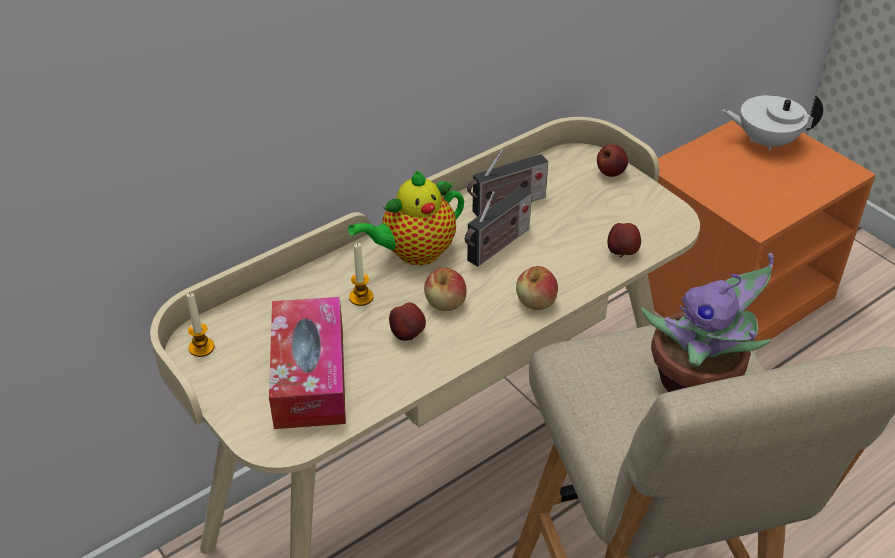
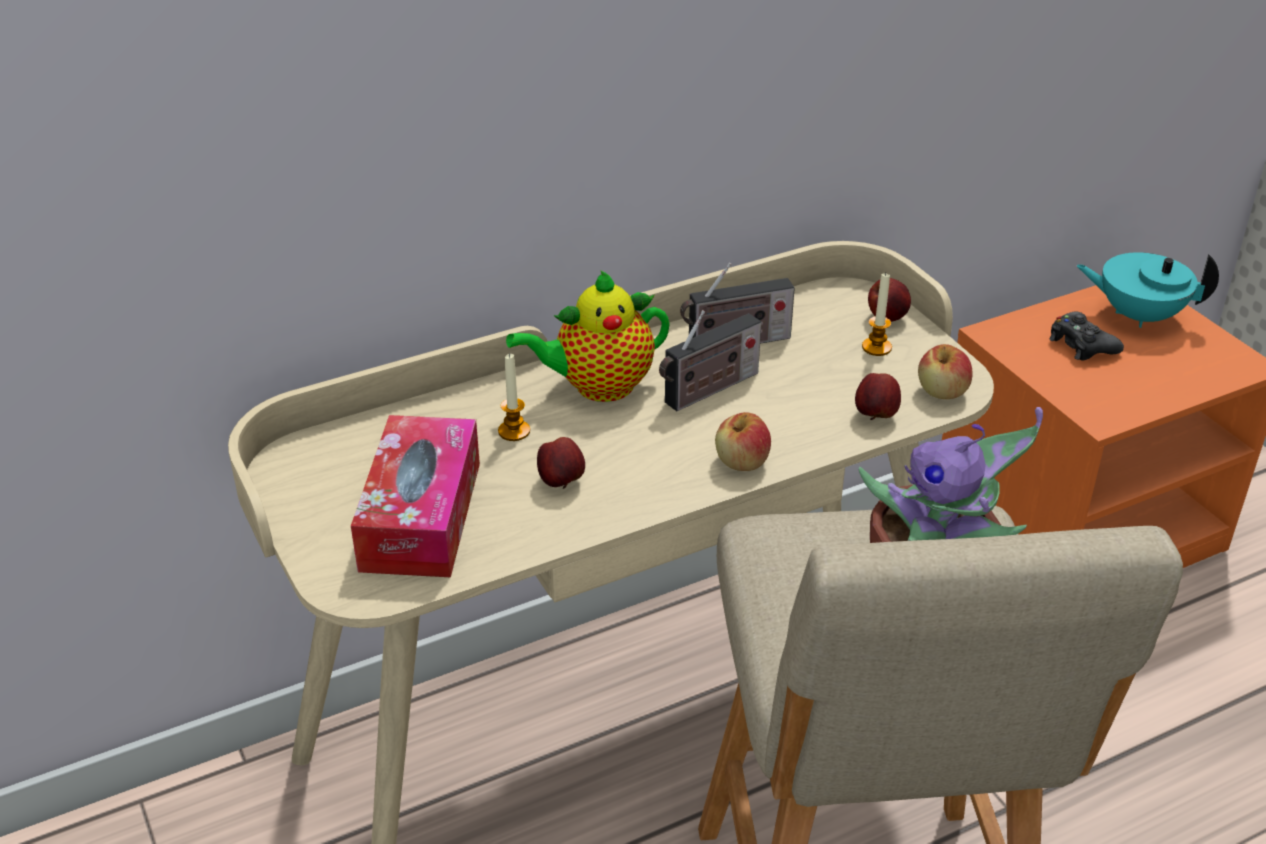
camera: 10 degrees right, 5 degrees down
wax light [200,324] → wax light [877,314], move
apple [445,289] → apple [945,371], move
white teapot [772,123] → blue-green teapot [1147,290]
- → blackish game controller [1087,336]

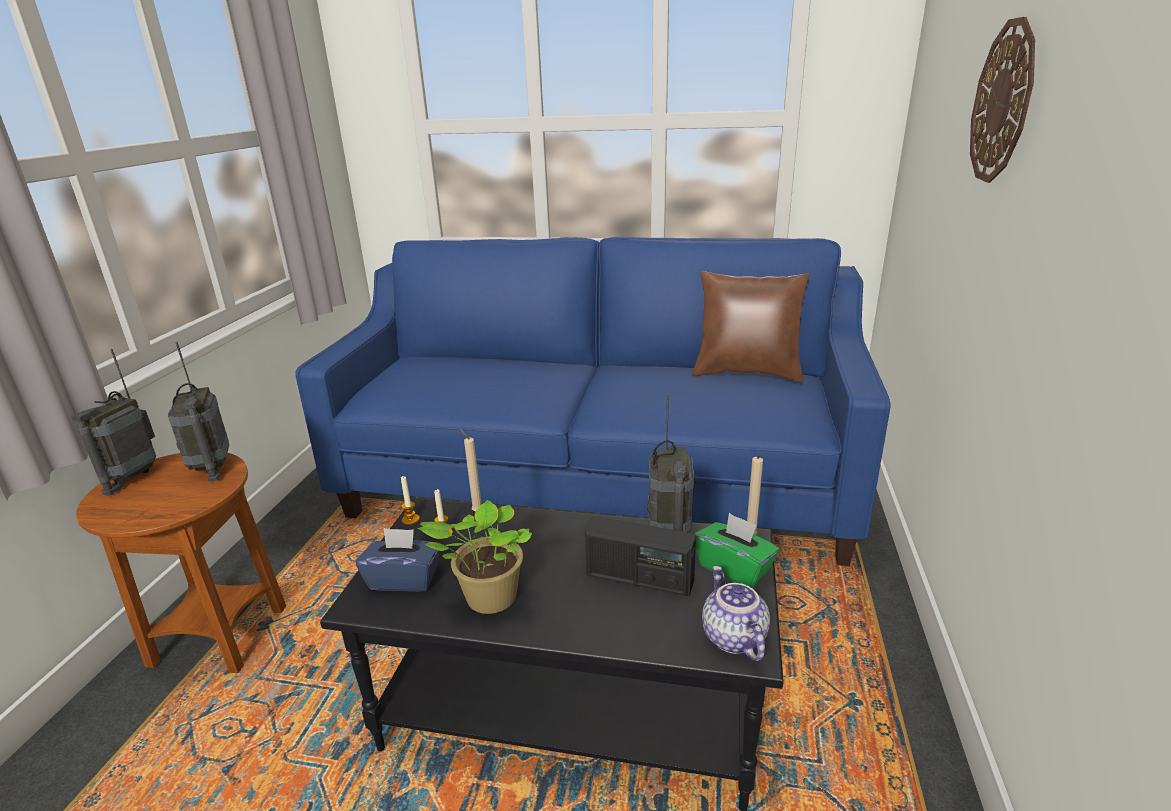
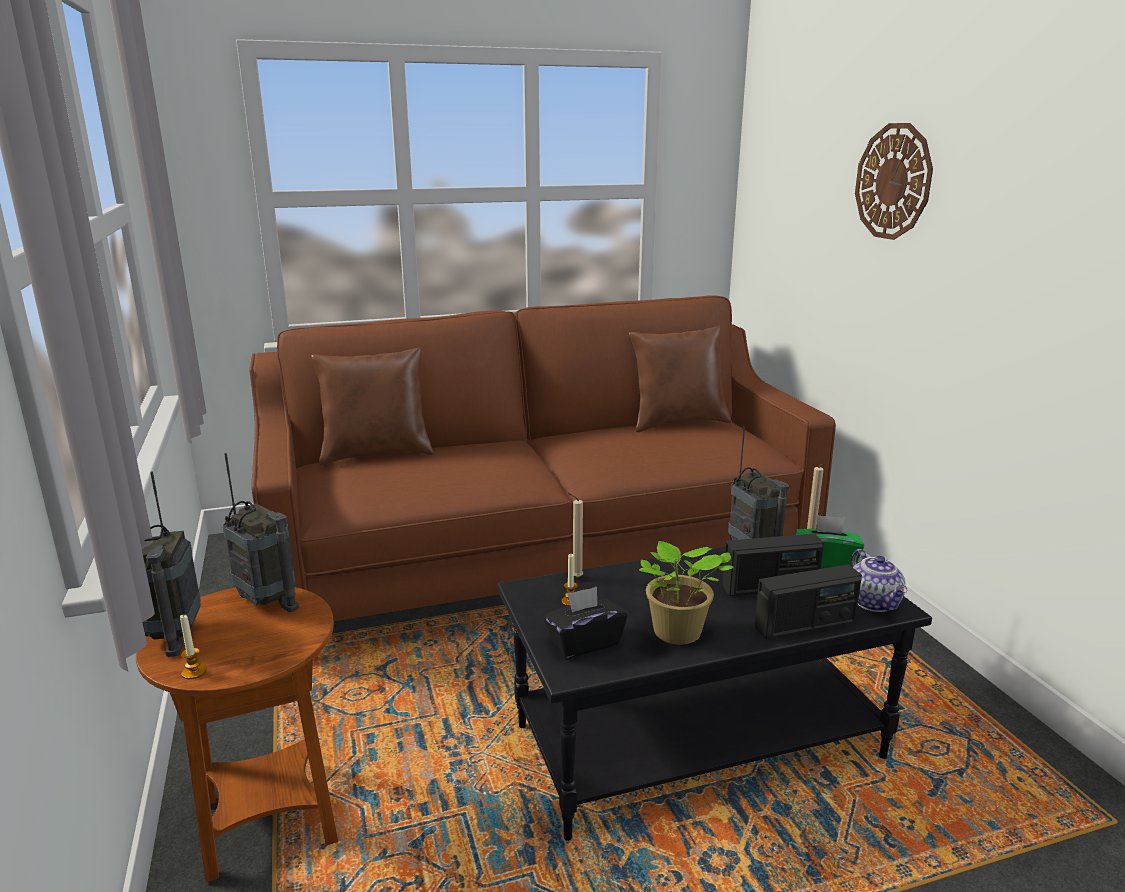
camera: 30 degrees left, 5 degrees down
blue couch [593,401] → brown-coloured couch [542,458]
blue tissue holder [397,560] → blackish tissue holder [585,622]
wax light [410,500] → wax light [193,646], move
teapot [736,613] → teapot [879,580], 150 degrees counterclockwise
- → brown-coloured pillow [372,406]
- → radio [808,602]

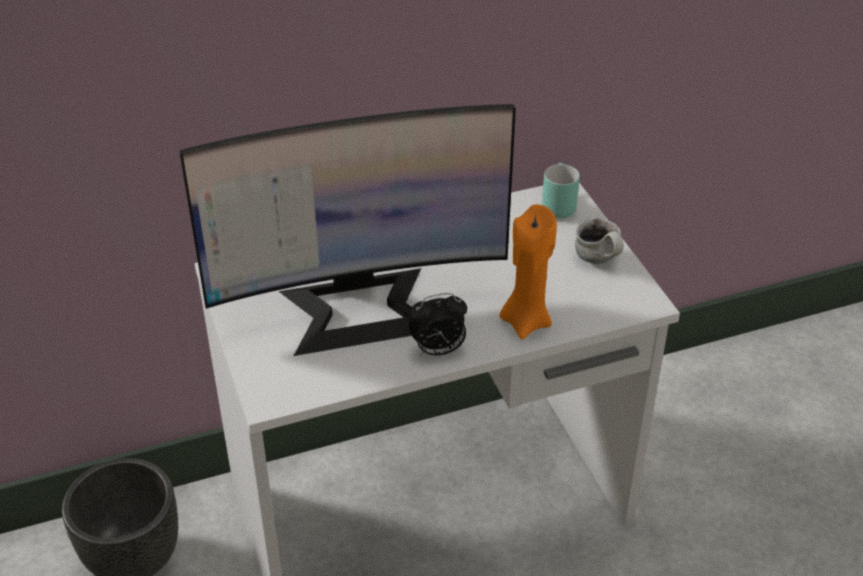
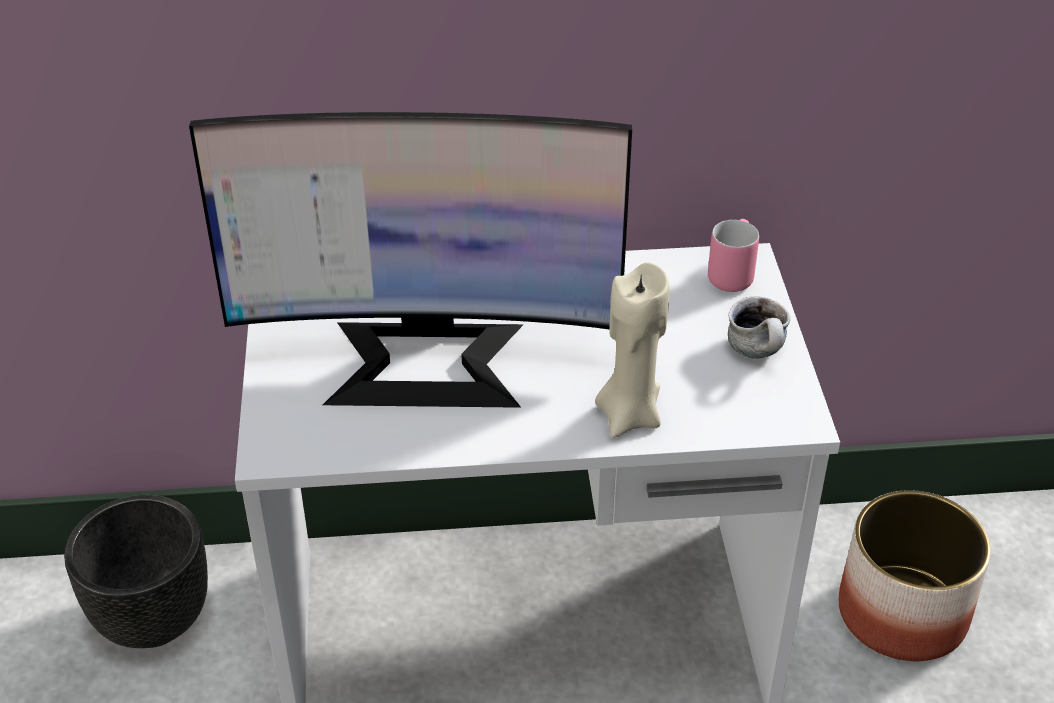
camera: 15 degrees right, 0 degrees up
bedside clock [437,324] → -
orange wax light [528,271] → beige wax light [632,350]
blue-green coffee mug [561,191] → pink coffee mug [733,255]
- → flower pot [915,575]

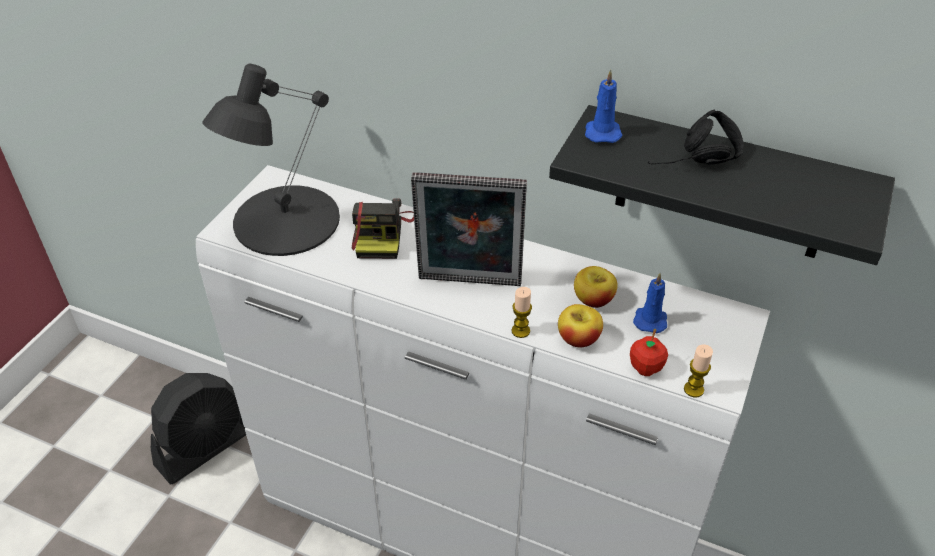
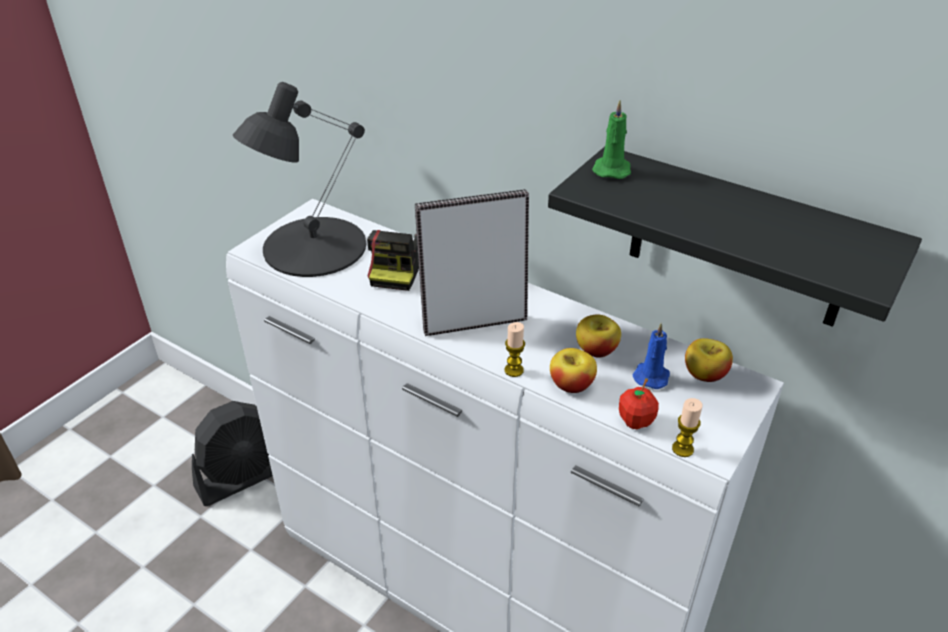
camera: 10 degrees right, 5 degrees down
standing frame [469,229] → standing frame [472,262], 150 degrees clockwise
blue wax light [603,106] → green wax light [611,139]
blackish headset [696,137] → -
- → apple [709,360]

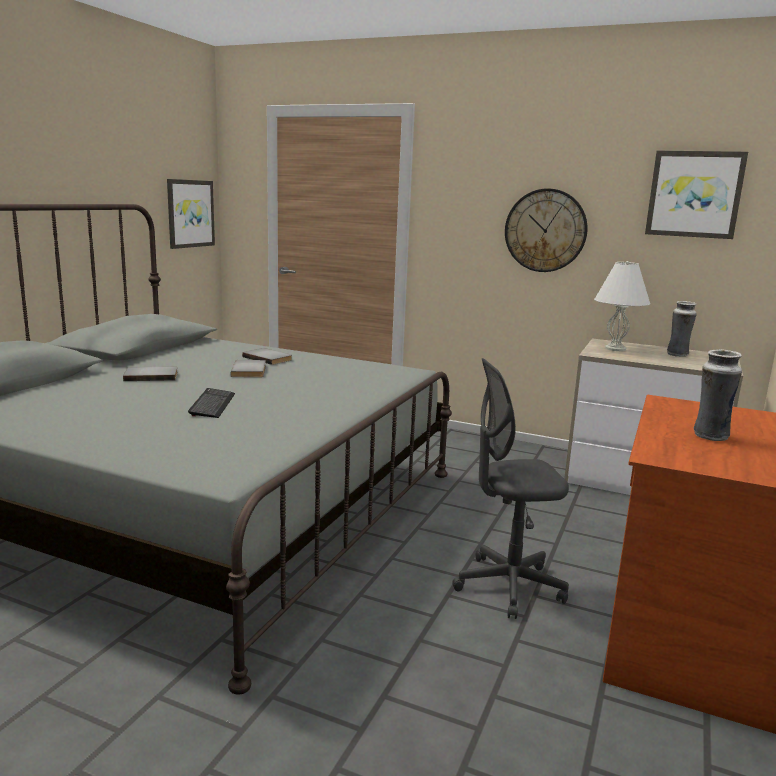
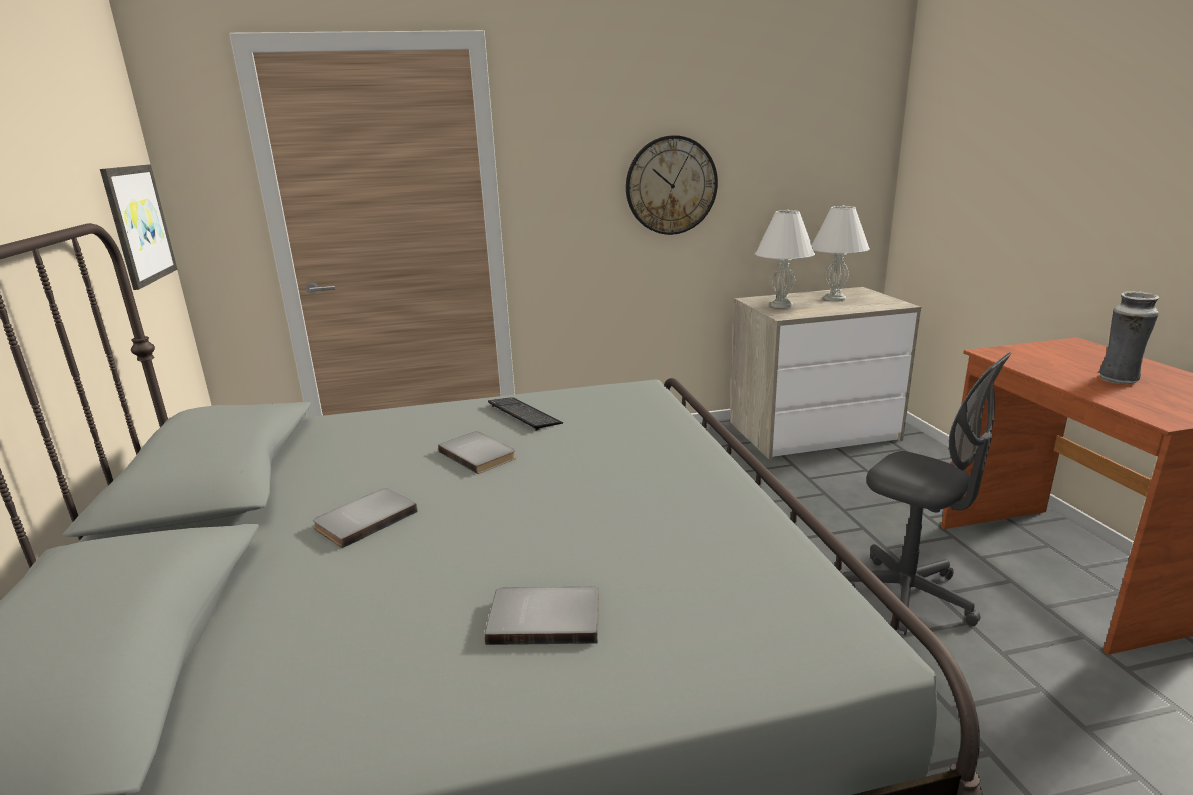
camera: 35 degrees left, 5 degrees up
computer keyboard [211,403] → computer keyboard [525,414], move
greyish bound book [267,356] → greyish bound book [541,615], move
greyish office chair [510,488] → greyish office chair [927,494], 90 degrees counterclockwise
wall picture [696,195] → -
vase [682,329] → white lamp for a table [841,253]

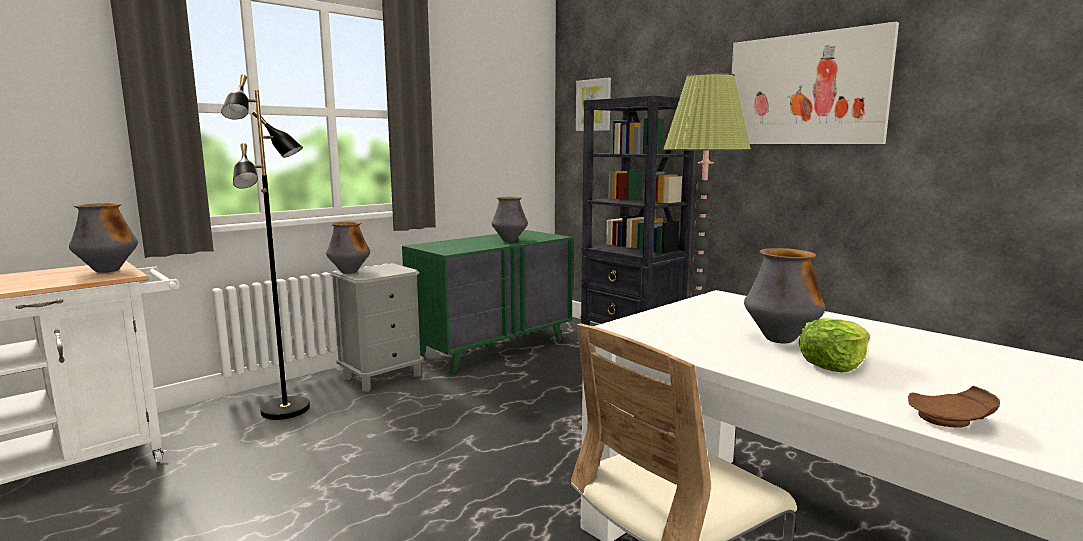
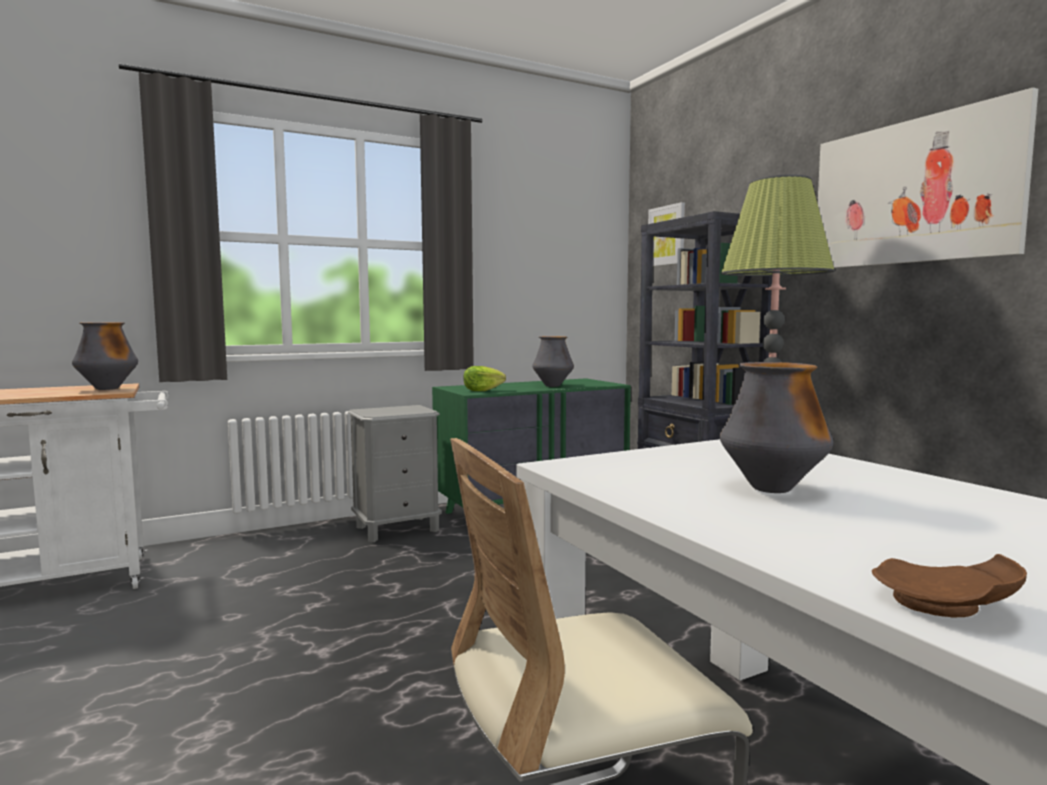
camera: 15 degrees right, 5 degrees down
blackish standing lamp [265,247] → -
vase [348,247] → -
head of lettuce [834,345] → head of lettuce [484,378], move

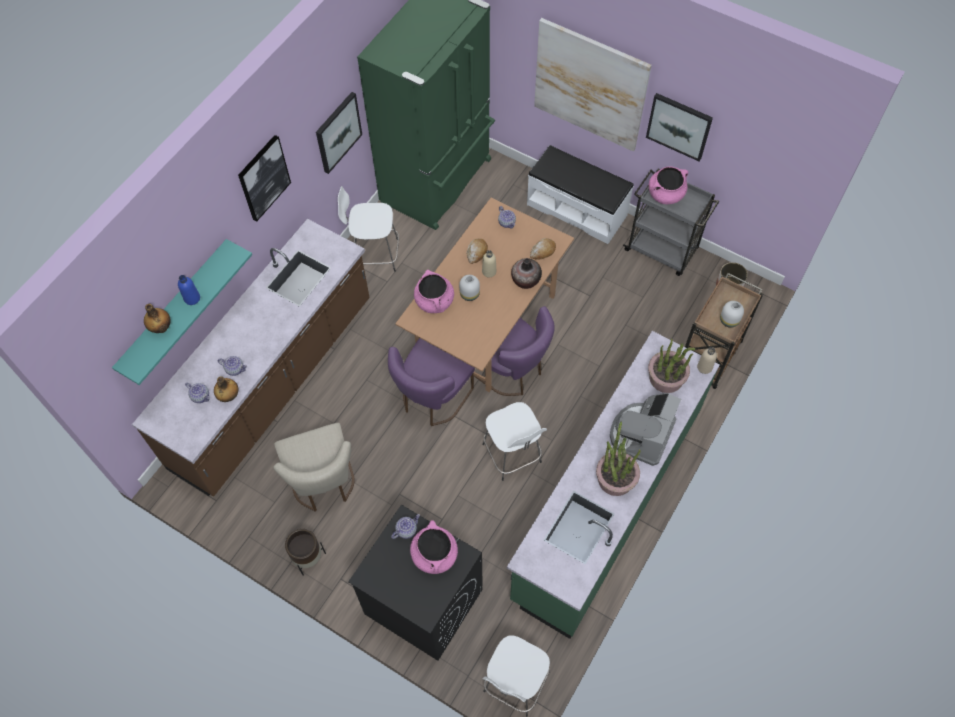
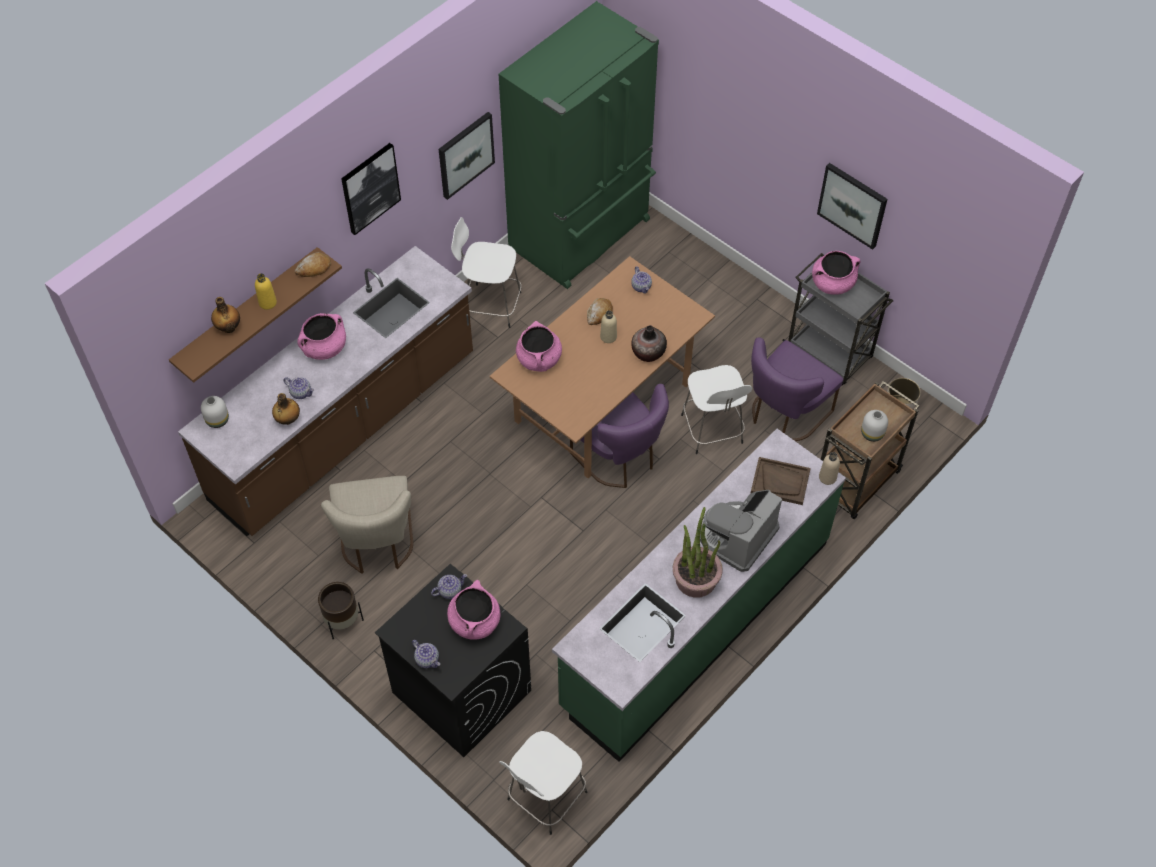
camera: 10 degrees right, 5 degrees down
blue-green wall shelf [182,312] → brown-coloured wall shelf [255,315]
blue drink bottle [189,290] → yellow-coloured drink bottle [266,291]
teapot [197,392] → teapot [426,654], move
purplish chair [431,382] → purplish chair [797,389], move
white vase [469,288] → white vase [215,412], move
white stool [514,441] → white stool [716,409], move
white indoor bench [580,194] → -
bakery bread [543,249] → bakery bread [313,264], move
wall picture [593,84] → -
plant in a pot [671,365] → brown-coloured tray [780,481]
- → pink stockpot [321,336]

